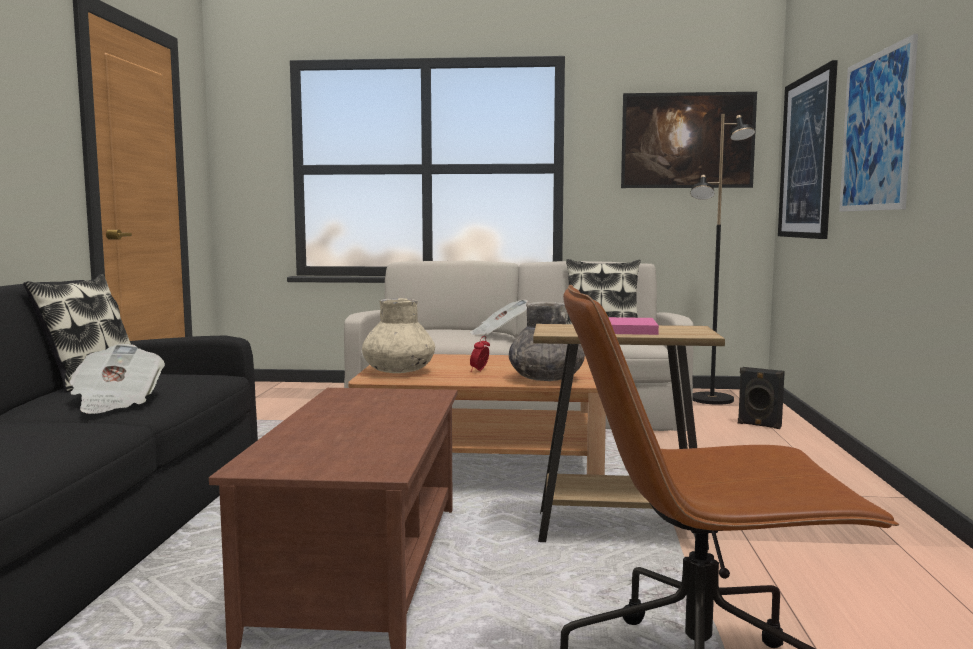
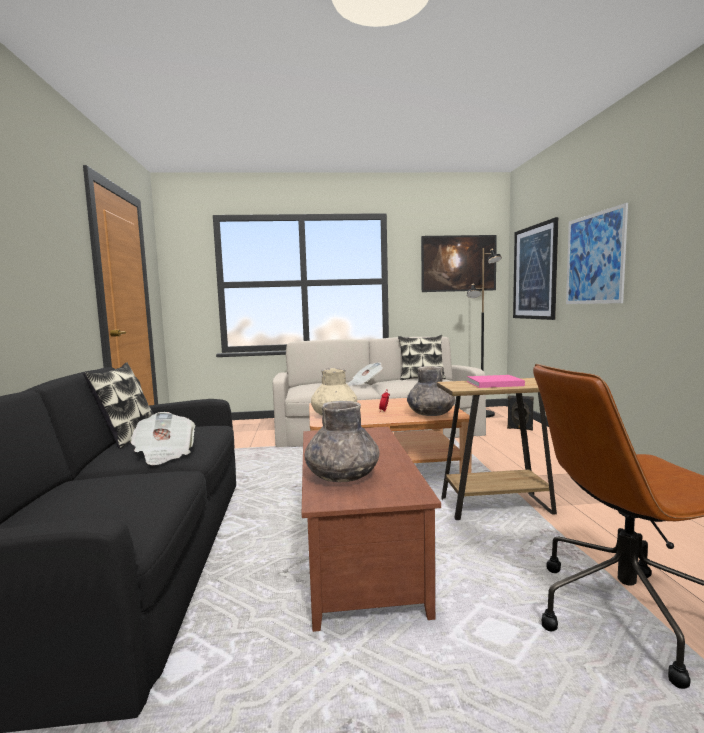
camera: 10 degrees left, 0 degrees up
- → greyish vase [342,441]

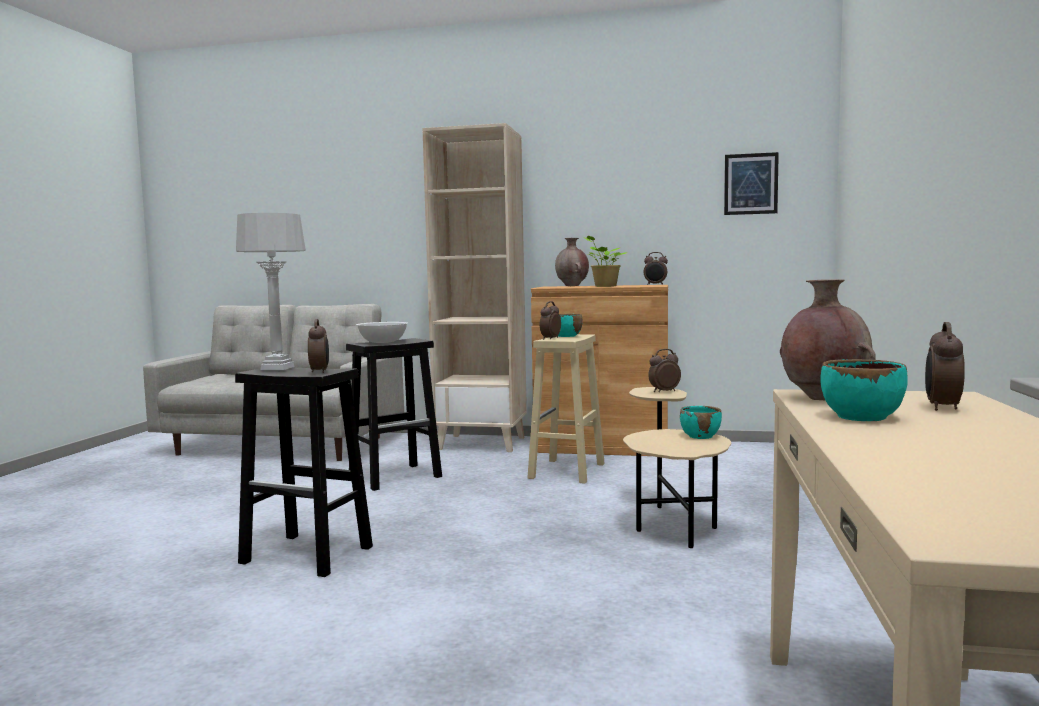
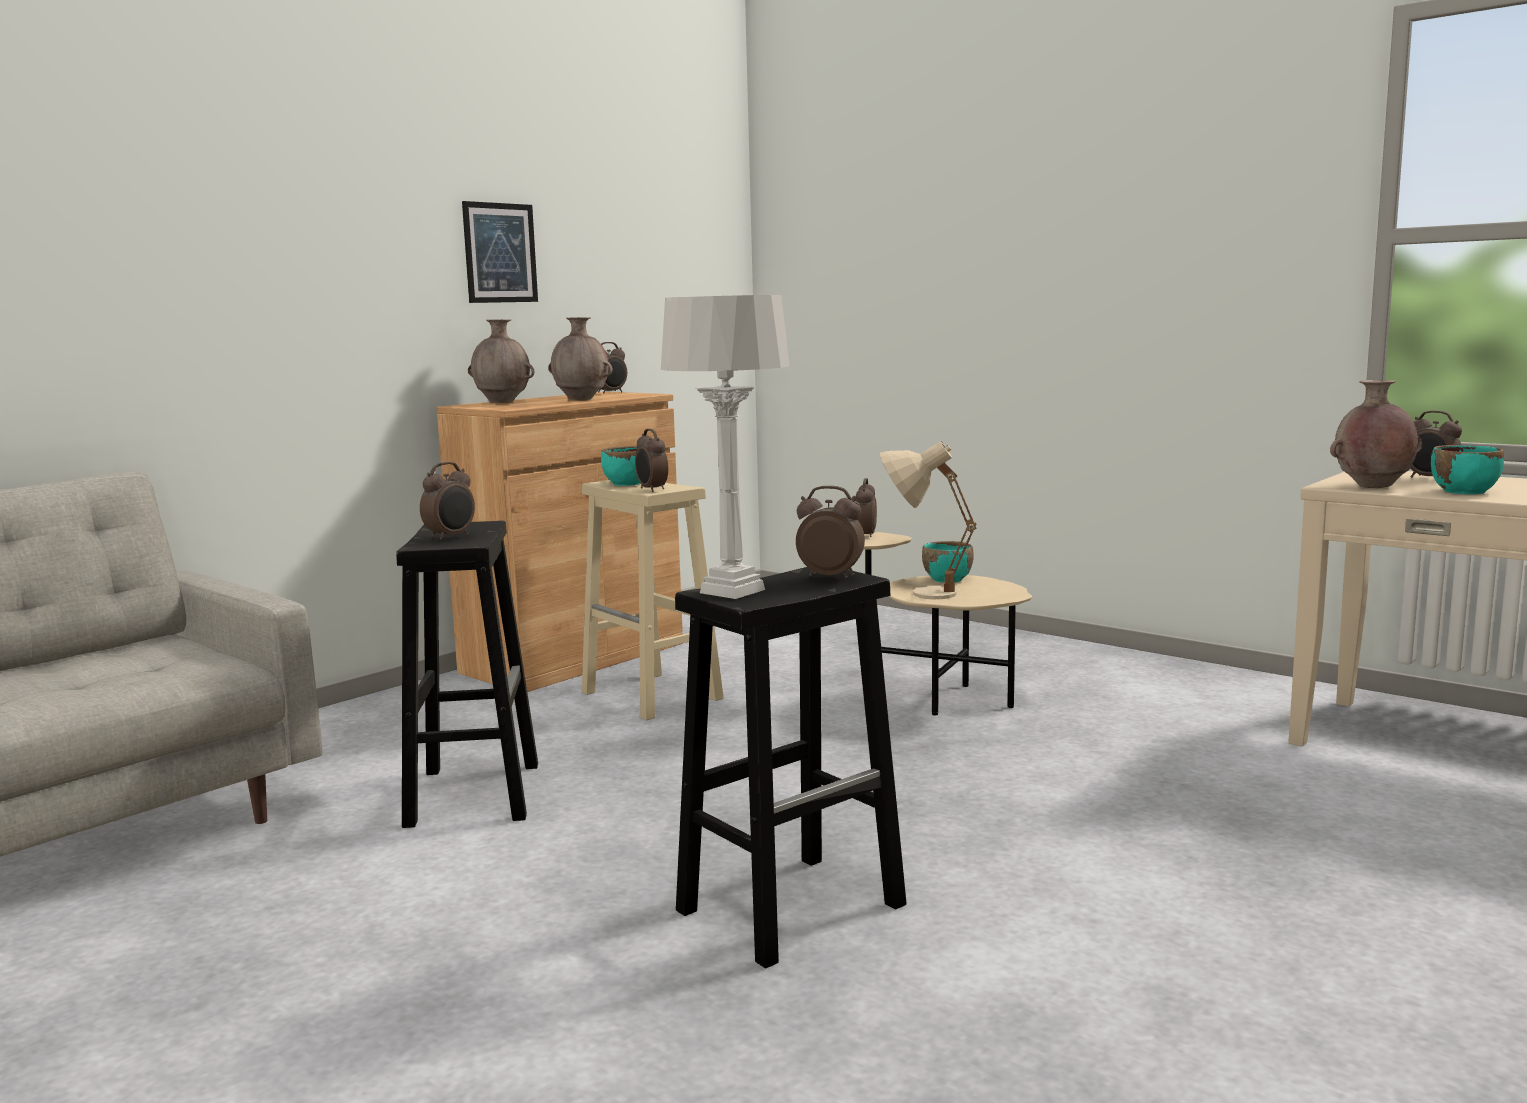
camera: 60 degrees left, 5 degrees up
white bowl [381,332] → bedside clock [447,501]
beige bookcase [474,287] → -
plant in a pot [605,261] → brown-coloured vase [580,358]
wall picture [751,183] → wall picture [500,252], move
- → beige lamp for a table [928,520]

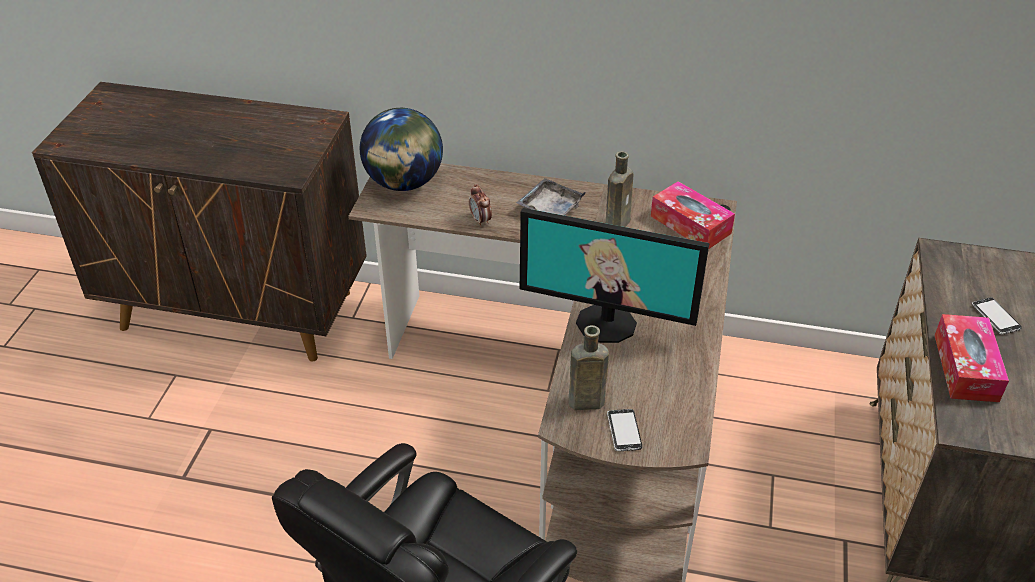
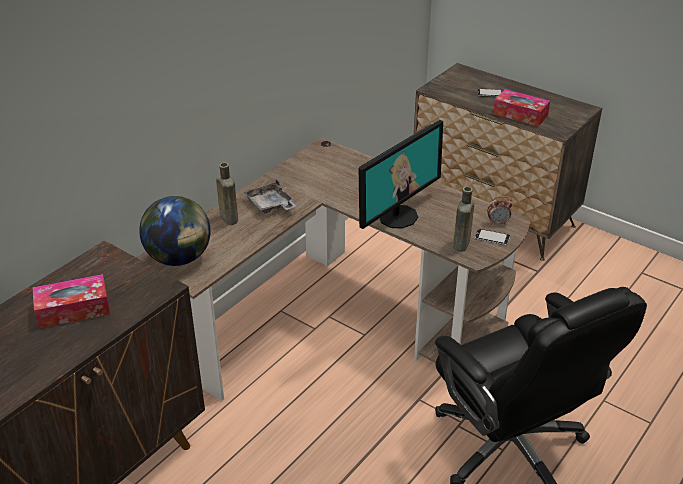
camera: 65 degrees left, 5 degrees down
bedside clock [480,205] → bedside clock [499,210], move
brown-coloured drink bottle [620,189] → brown-coloured drink bottle [227,193], move
tissue holder [693,215] → tissue holder [71,301], move

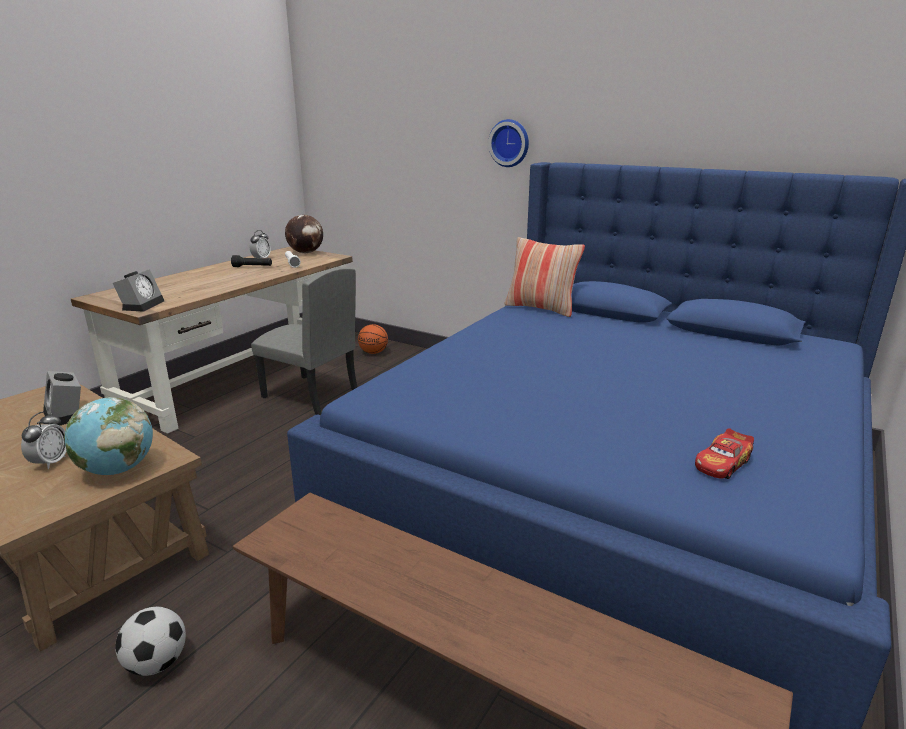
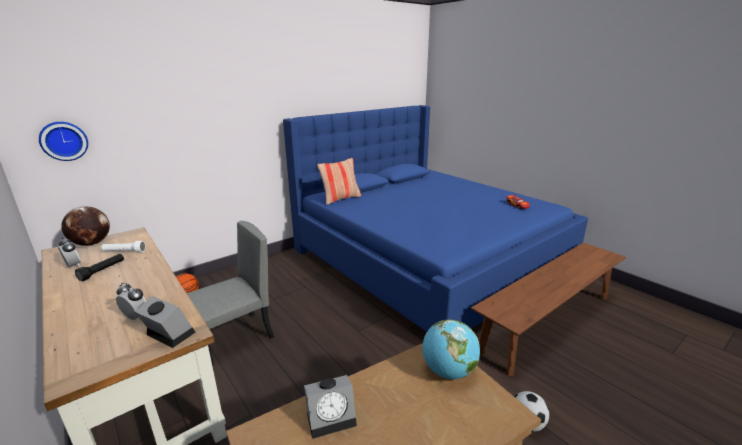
camera: 70 degrees left, 0 degrees up
bedside clock [43,440] → bedside clock [131,301], move
hanging clock [508,143] → hanging clock [63,141], move

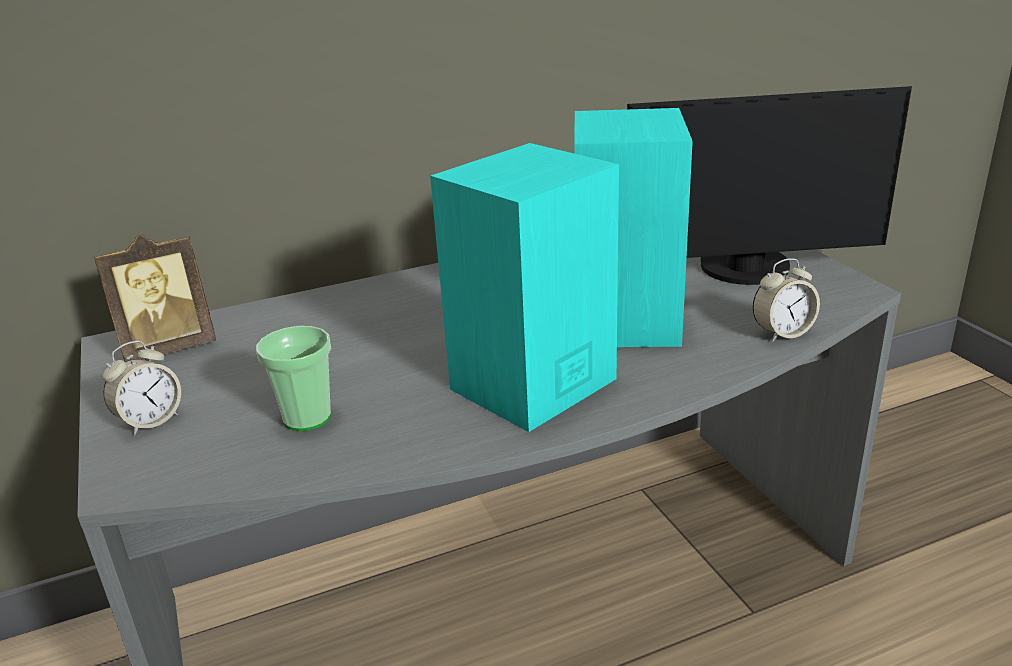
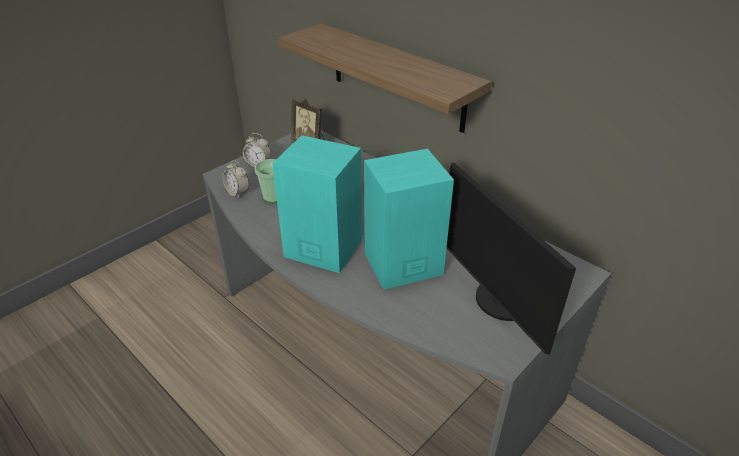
camera: 65 degrees right, 10 degrees up
bedside clock [786,300] → bedside clock [236,179], move
- → wall shelf [384,78]

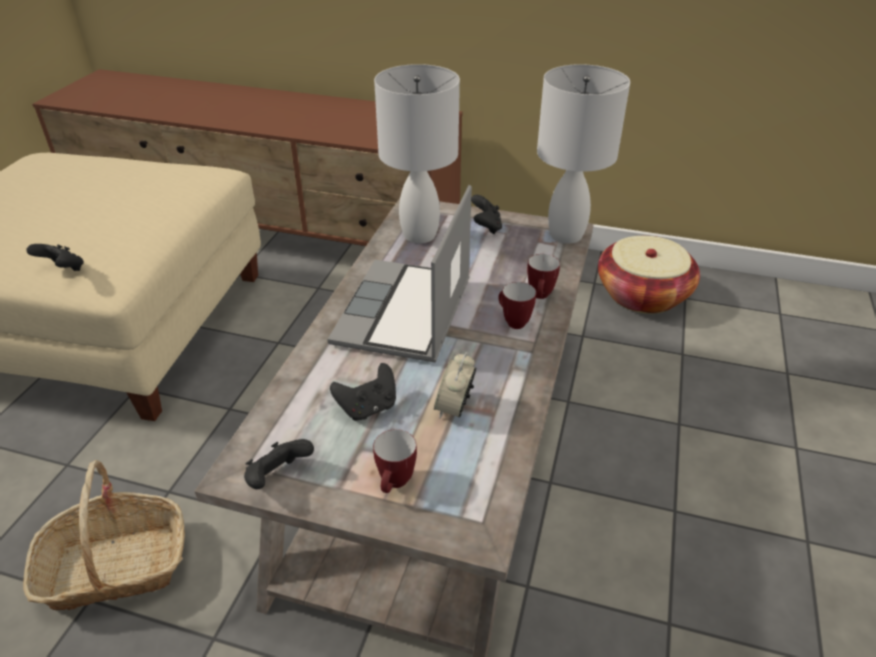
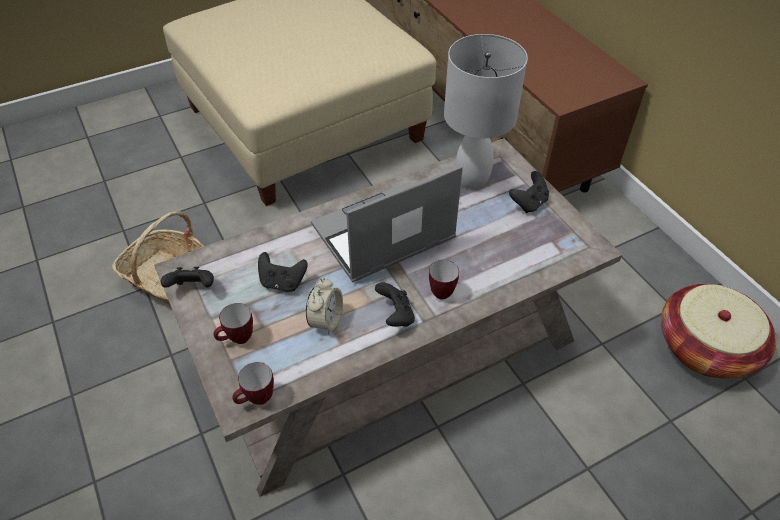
camera: 45 degrees right, 10 degrees up
blackish game controller [55,257] → blackish game controller [395,304], move
bedside clock [455,385] → bedside clock [324,306], 135 degrees clockwise
coffee mug [543,276] → coffee mug [253,383], move
white lamp for a table [583,154] → -

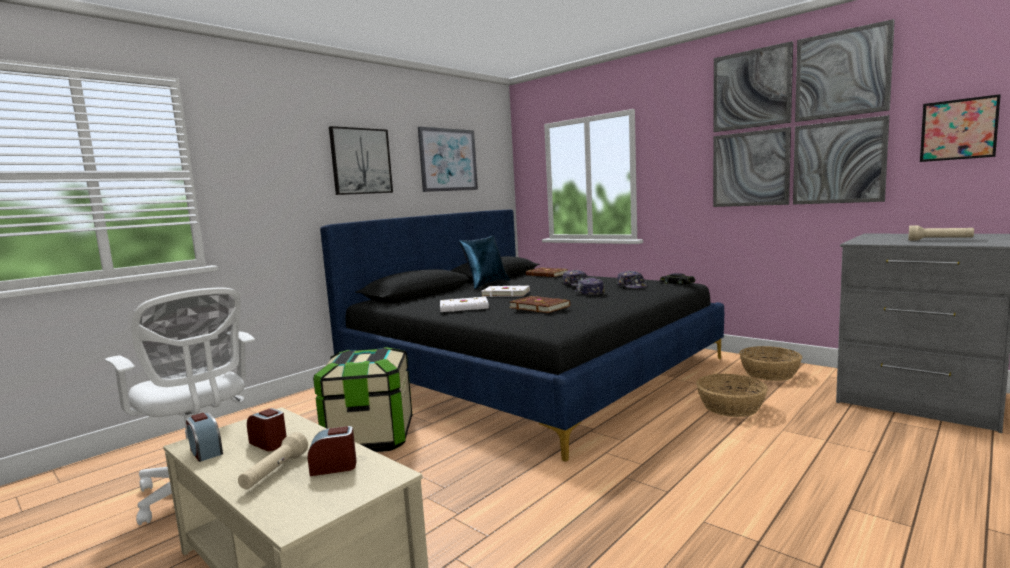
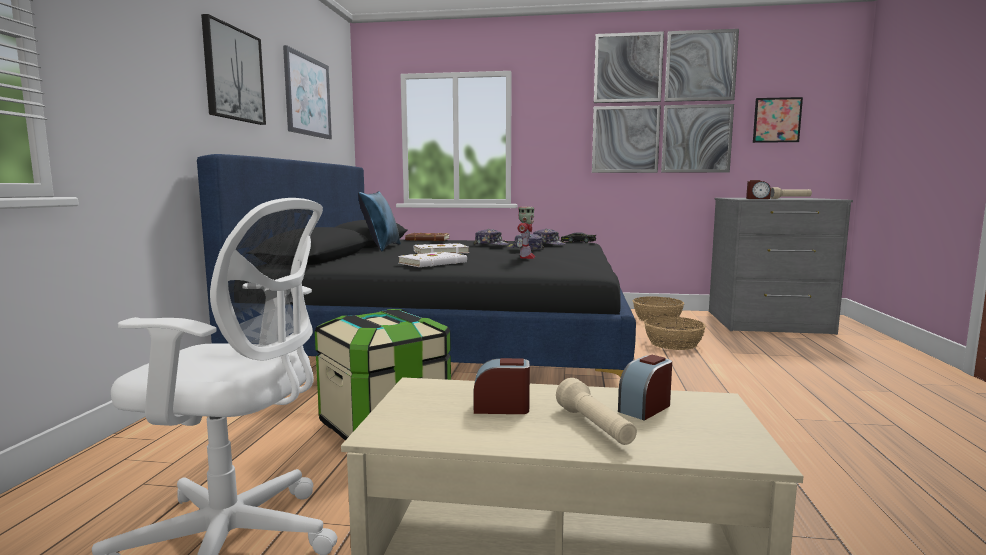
camera: 35 degrees left, 0 degrees up
bedside clock [204,437] → bedside clock [758,189], move
brown-coloured bound book [539,304] → robot figure [526,233]

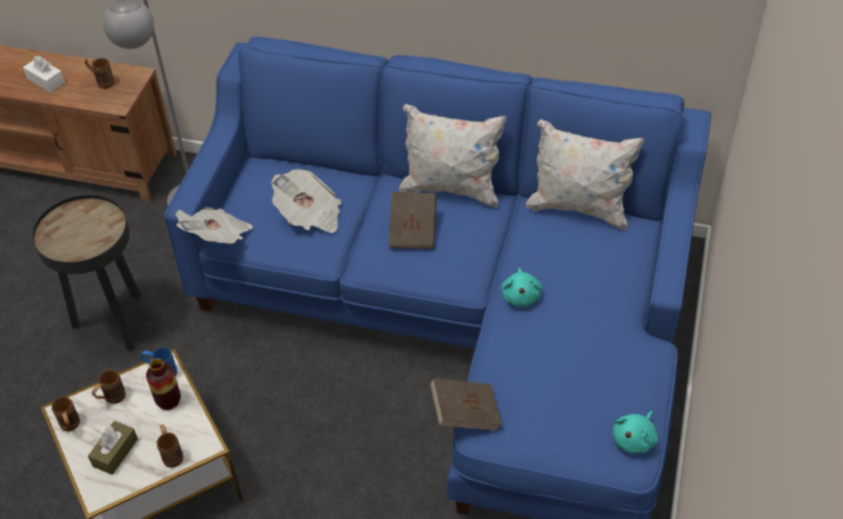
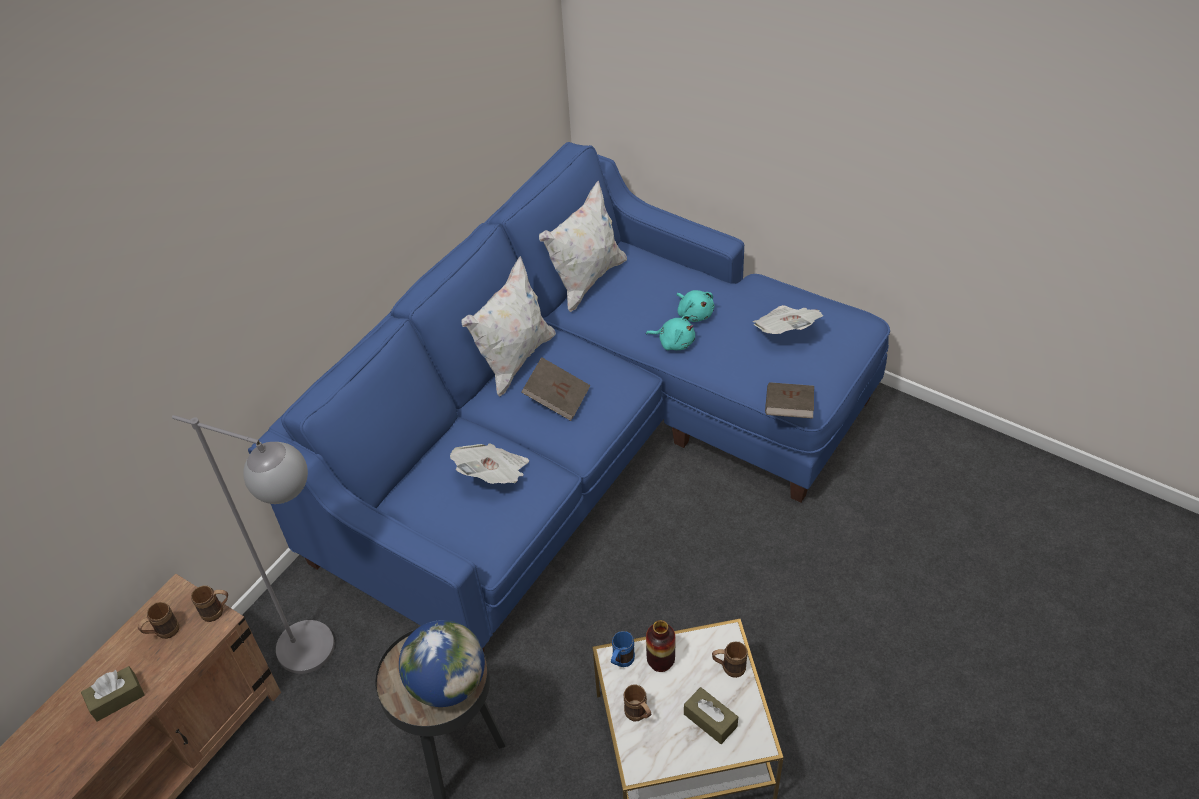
camera: 70 degrees left, 0 degrees up
white tissue holder [44,74] → brown-coloured tissue holder [113,694]
brown-coloured coffee mug [66,413] → brown-coloured coffee mug [209,604], move
newspaper [214,225] → newspaper [787,319], move
blue-green soft toy [635,432] → blue-green soft toy [695,306], move
- → world globe [442,663]

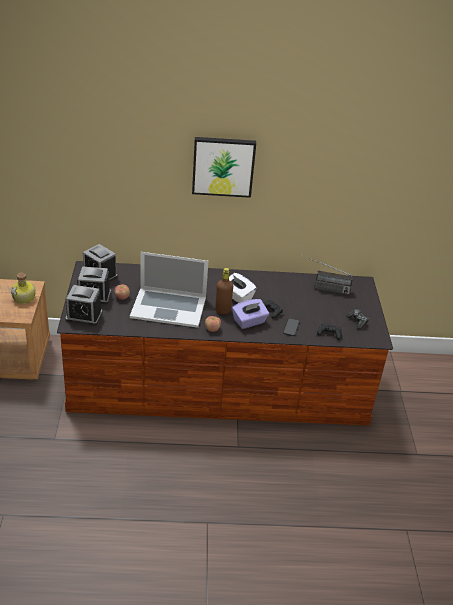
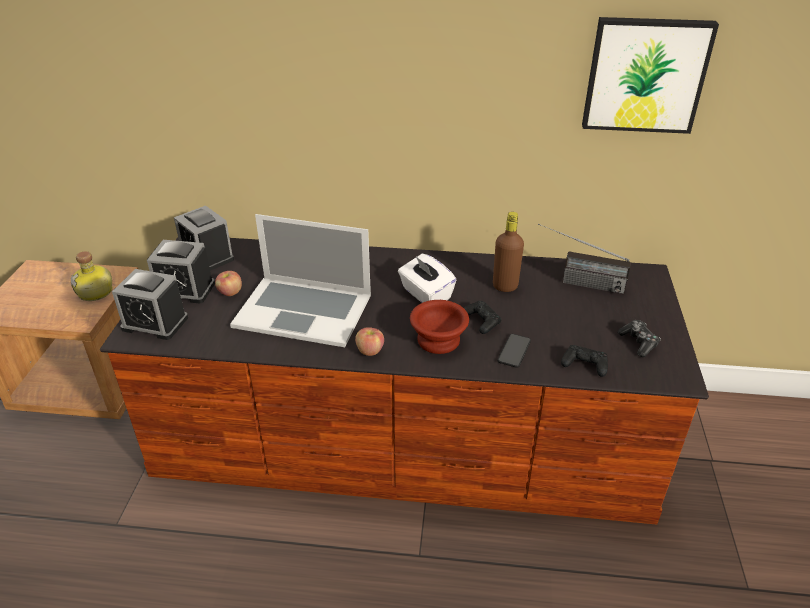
camera: 10 degrees right, 0 degrees up
wall picture [224,167] → wall picture [650,75], move
brown-coloured drink bottle [224,291] → brown-coloured drink bottle [508,252], move
purplish tissue holder [250,314] → brown-coloured bowl [439,327]

